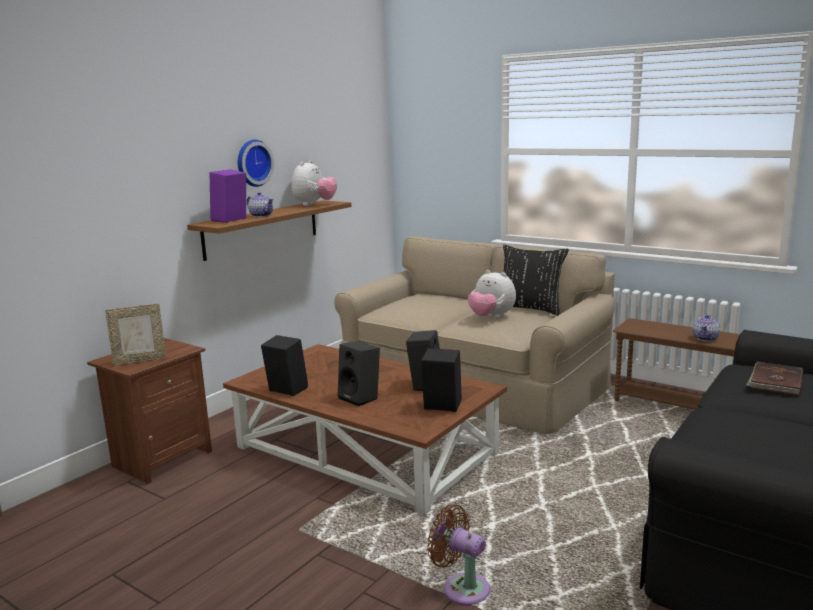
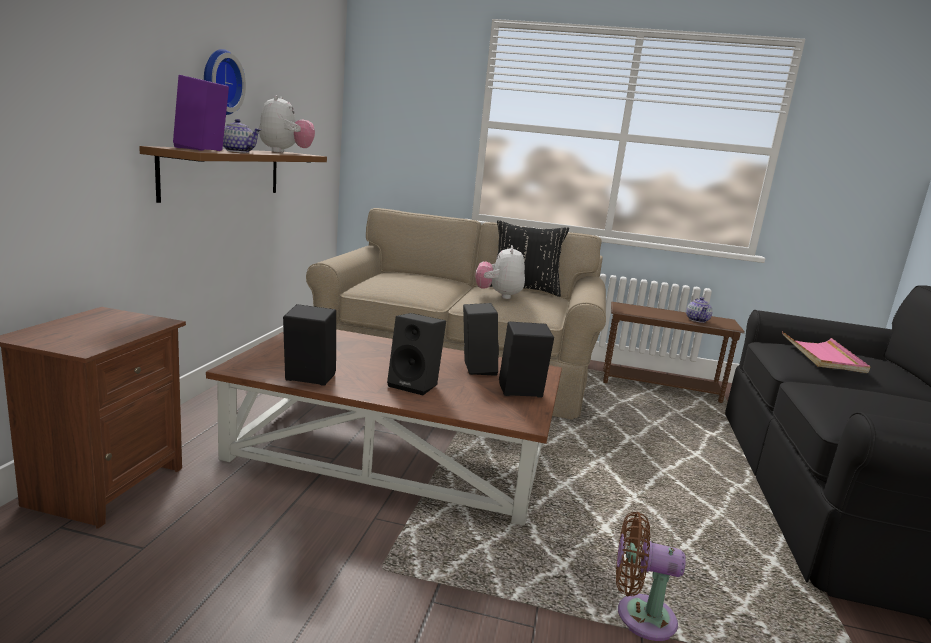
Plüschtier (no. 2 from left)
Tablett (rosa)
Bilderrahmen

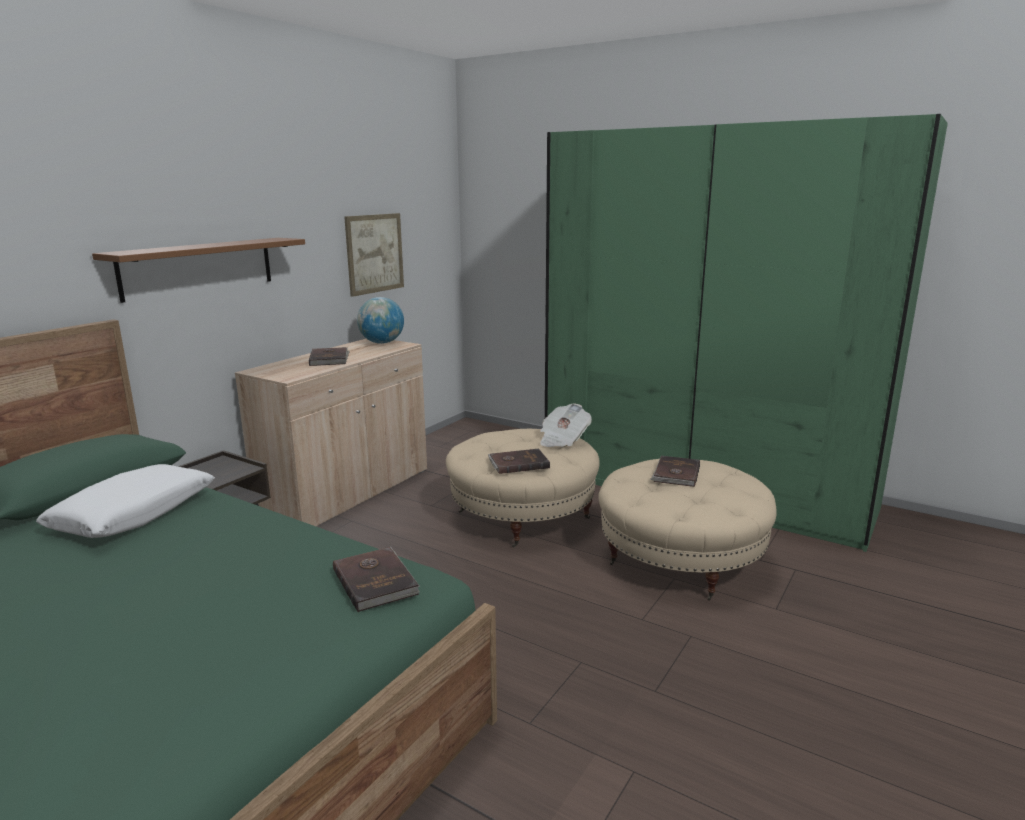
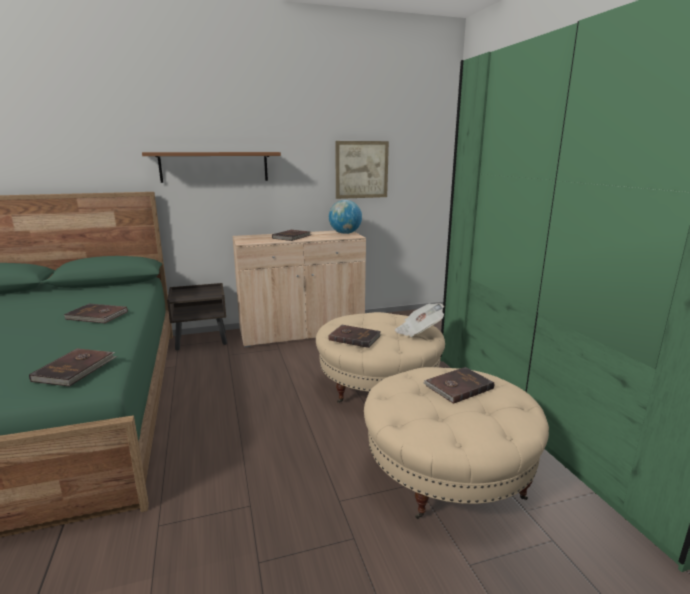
Buch (braun) (no. 2 from left)
Kissen (weiß)

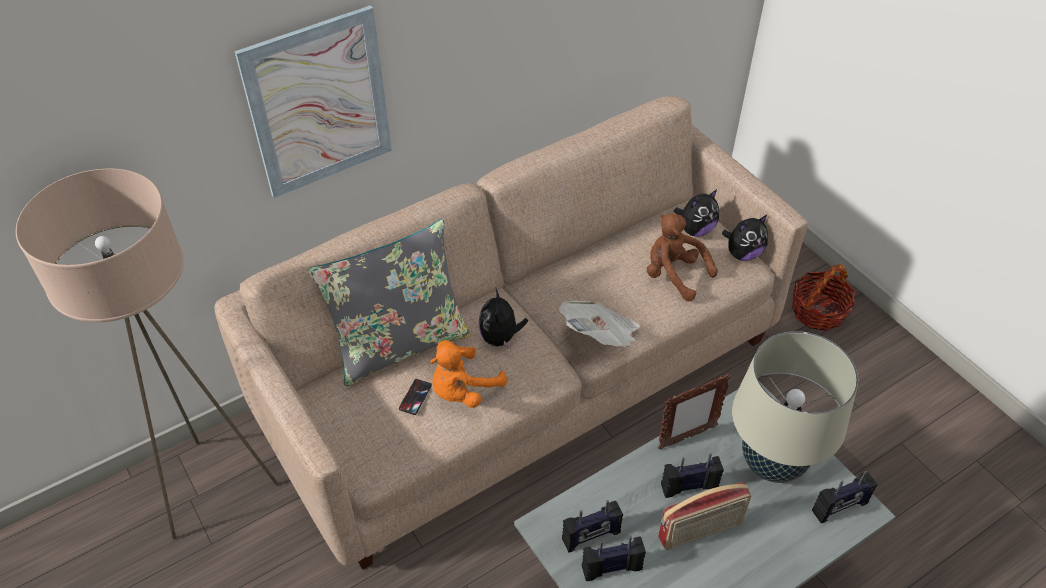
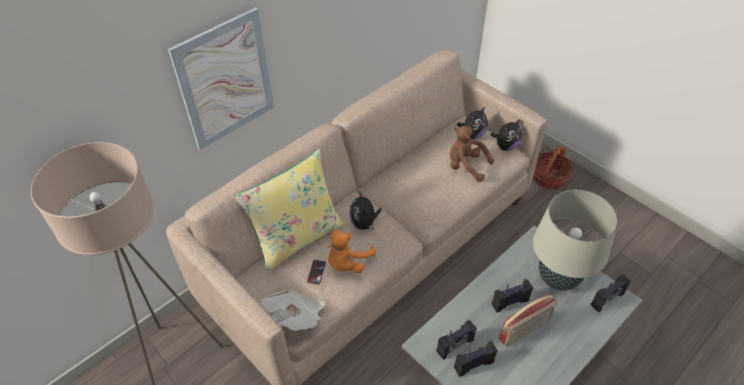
Kissen (gelb)
Zeitung
Bilderrahmen

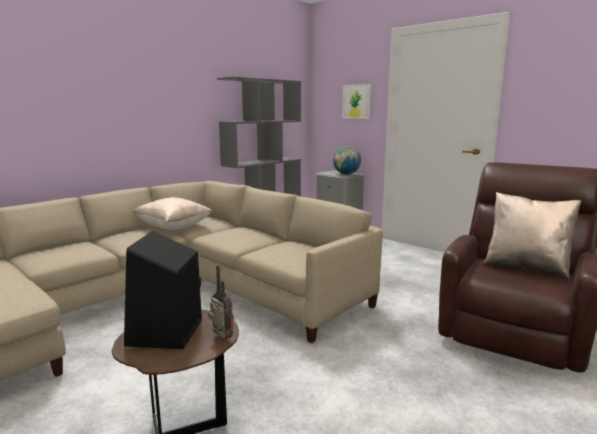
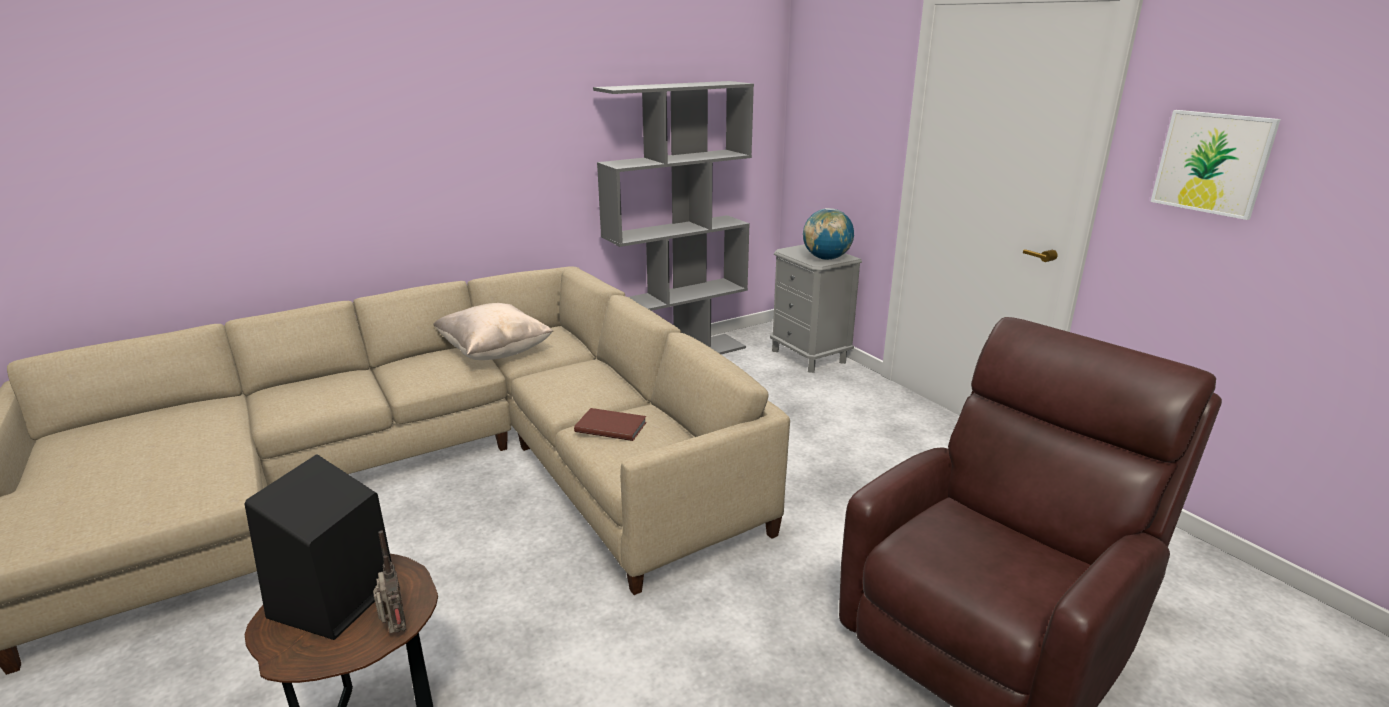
Buch (braun)
Bild
Kissen (beige) (no. 2 from left in the first image)

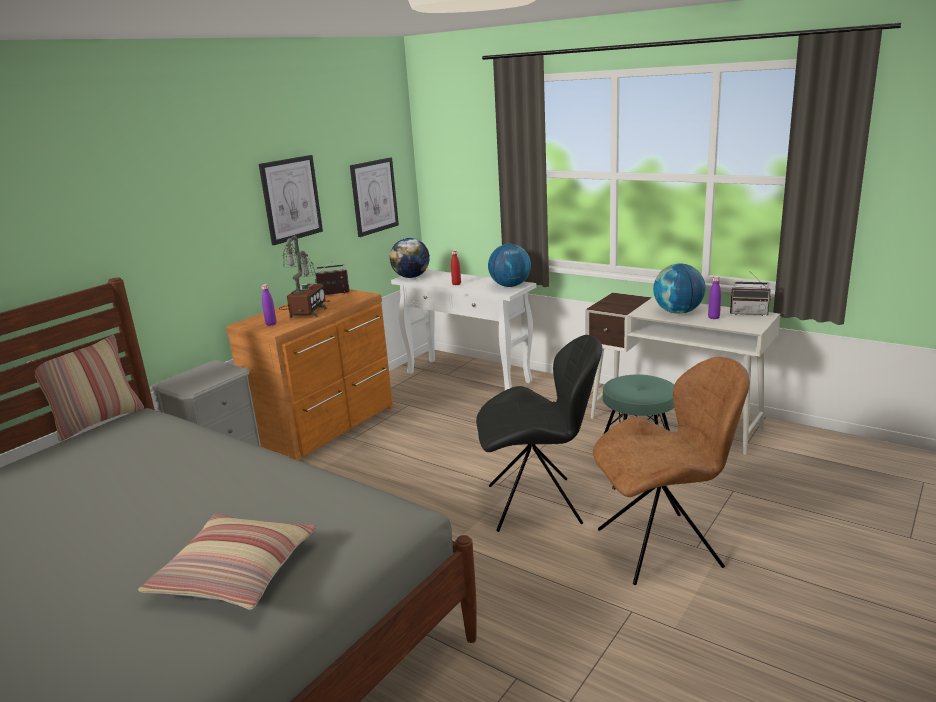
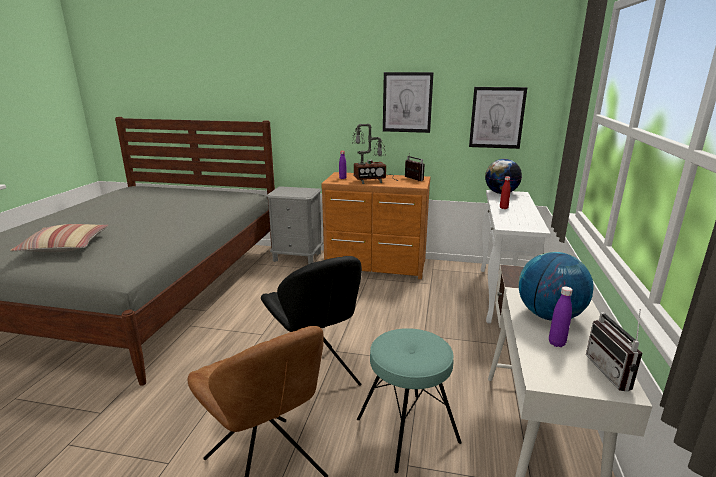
Kissen (no. 1 from left in the first image)
Globus (no. 2 from left in the first image)

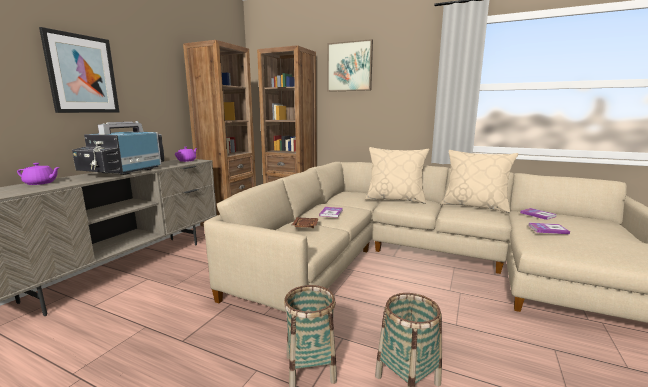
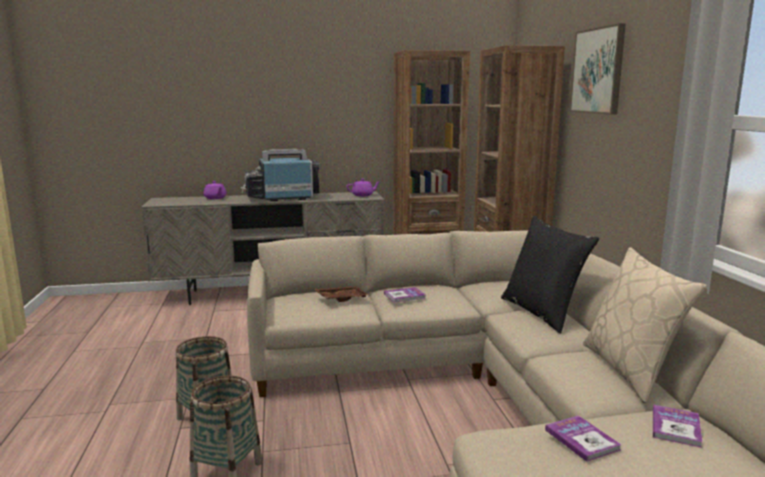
Kissen (schwarz)
Bild (no. 1 from left in the first image)

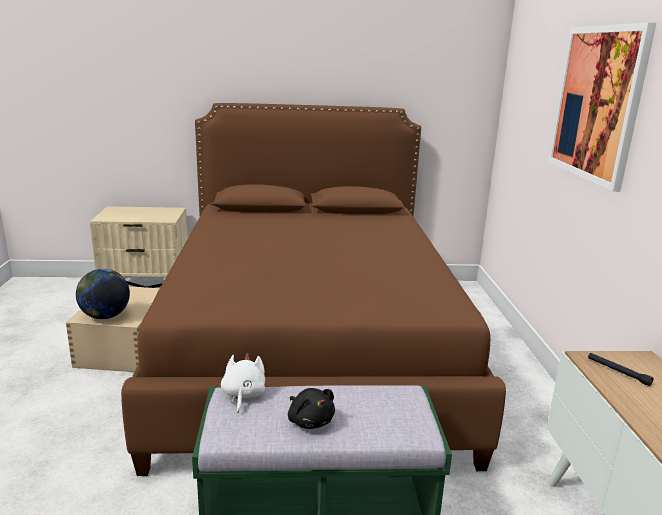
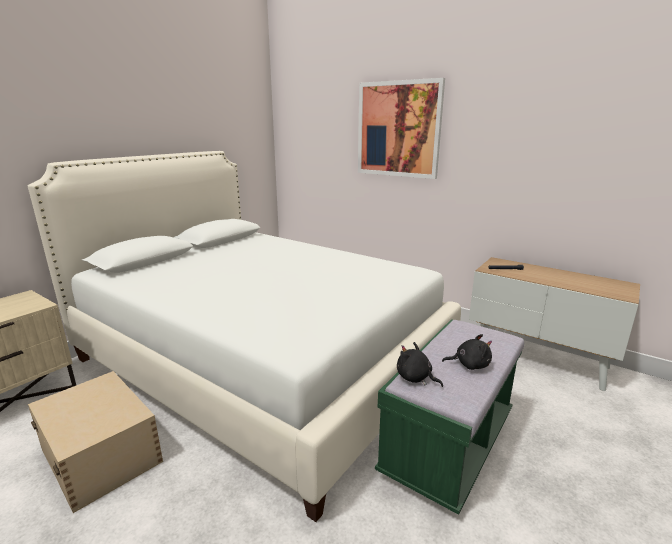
Bett (weiß)
Plüschtier (schwarz) (no. 1 from left)
Globus

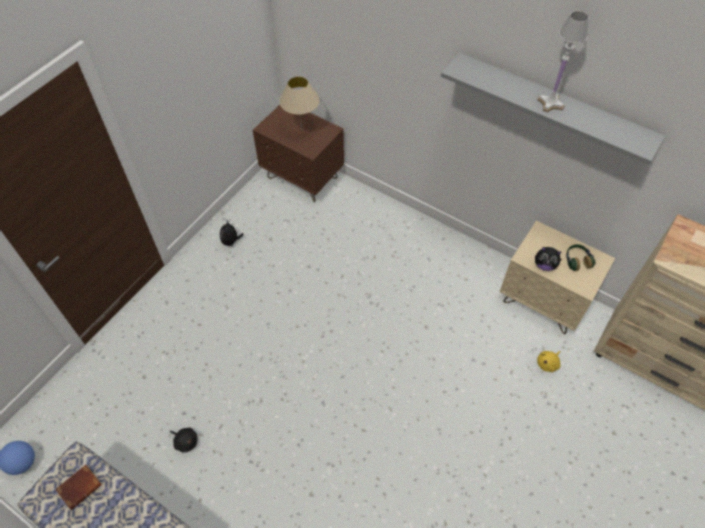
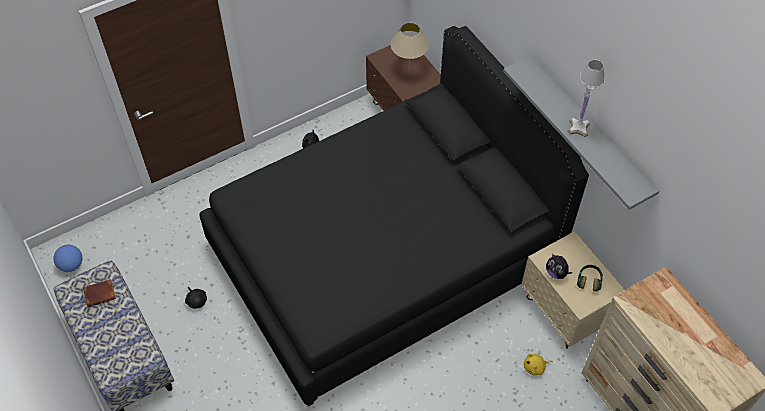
Bett (schwarz)

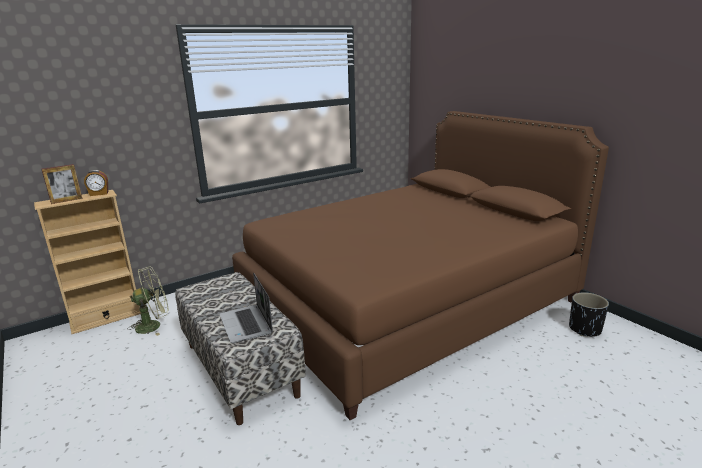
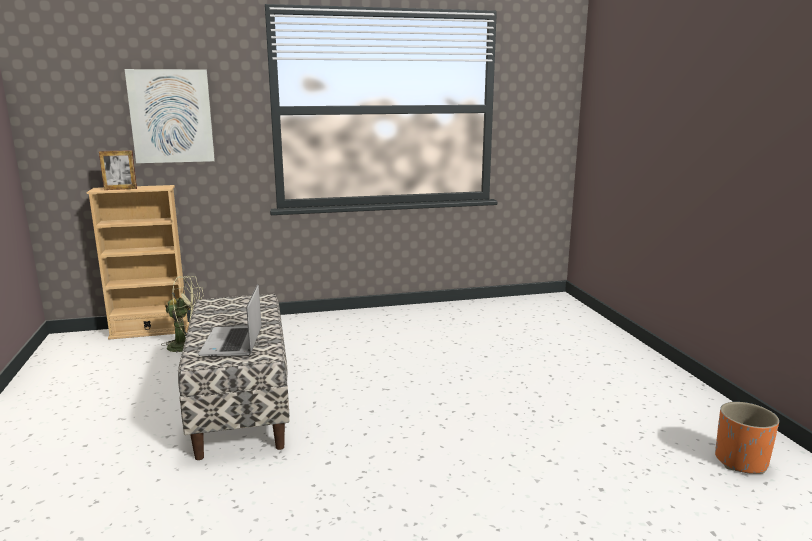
Bild
Pflanzkübel (orange)
Wecker
Bett (braun)

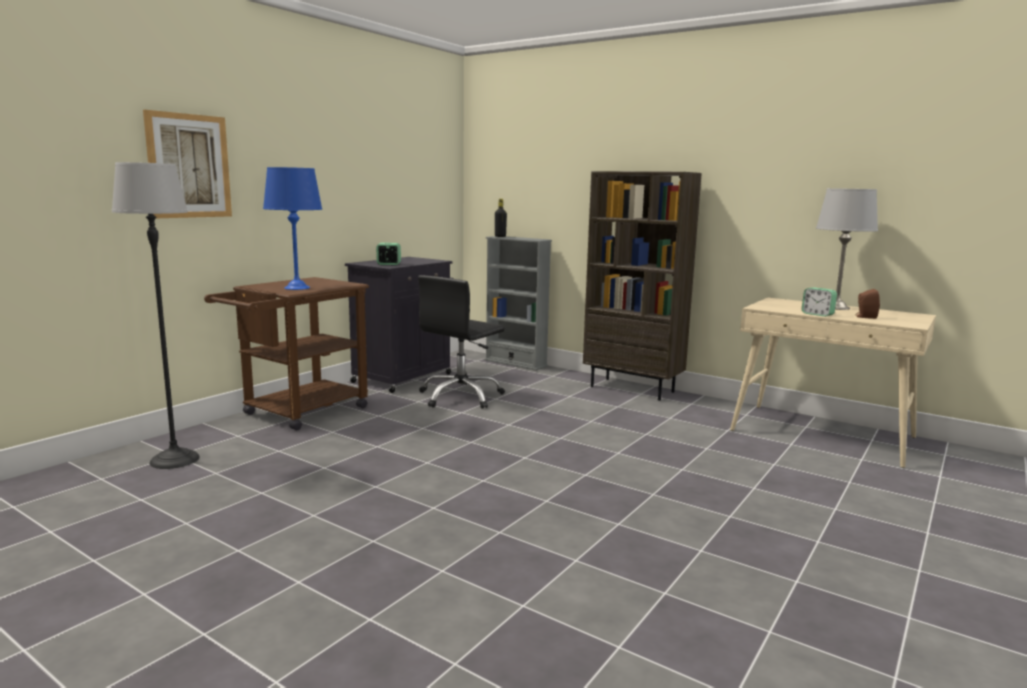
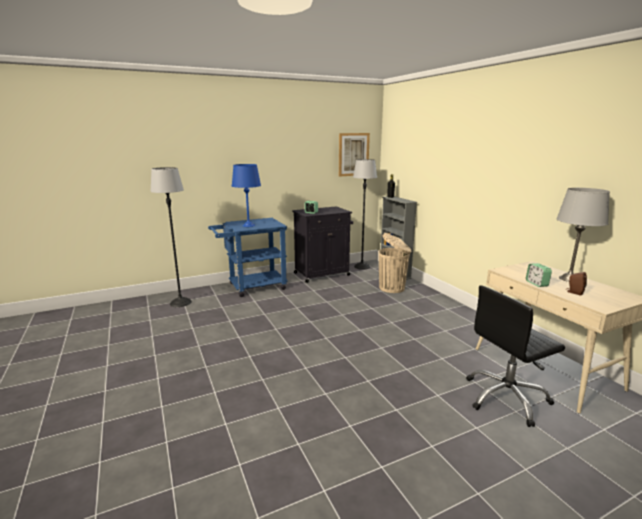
Rollwagen (blau)
Bild
Stehlampe (no. 2 from left)
Mülleimer (beige)
Bürostuhl (schwarz)
Bücherregal (braun)

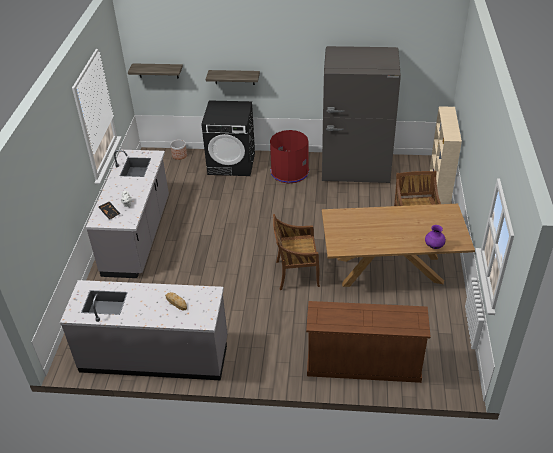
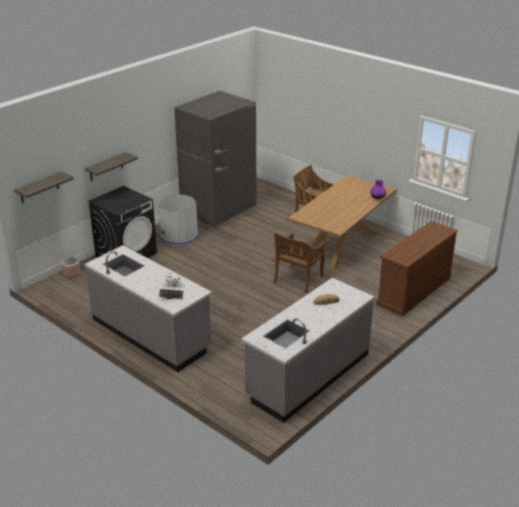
Mülleimer (grau)
Bücherregal (beige)

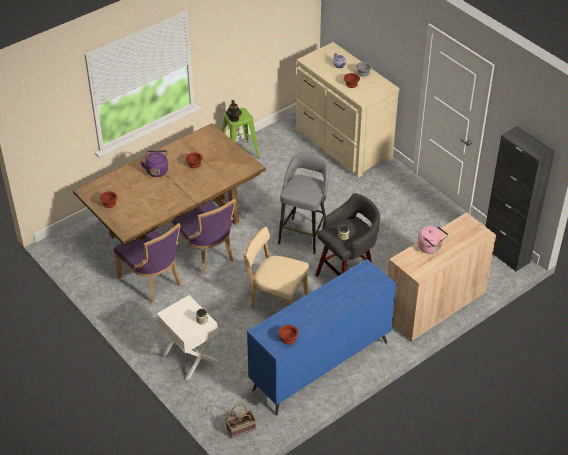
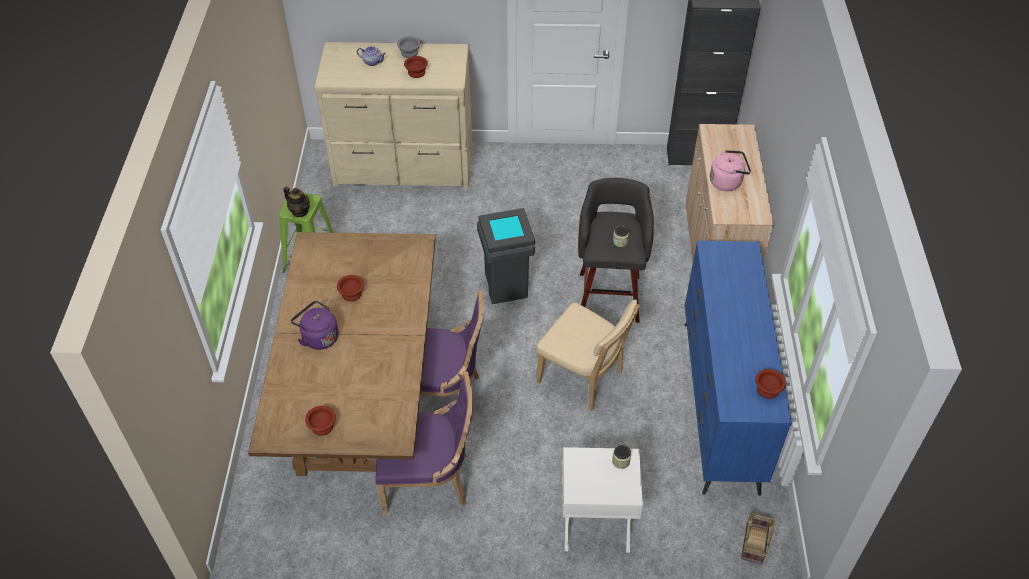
Mülleimer (grau)
Stuhl (beige)

